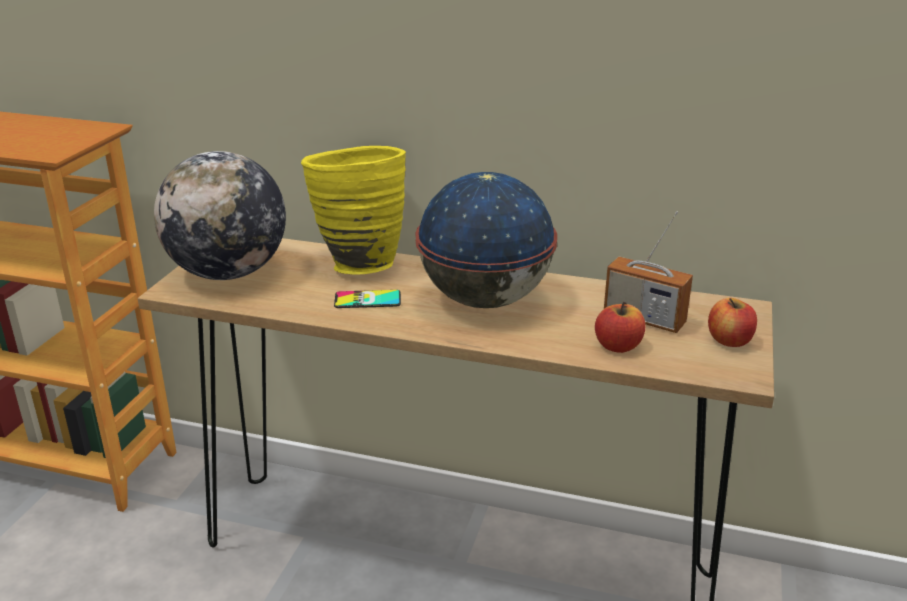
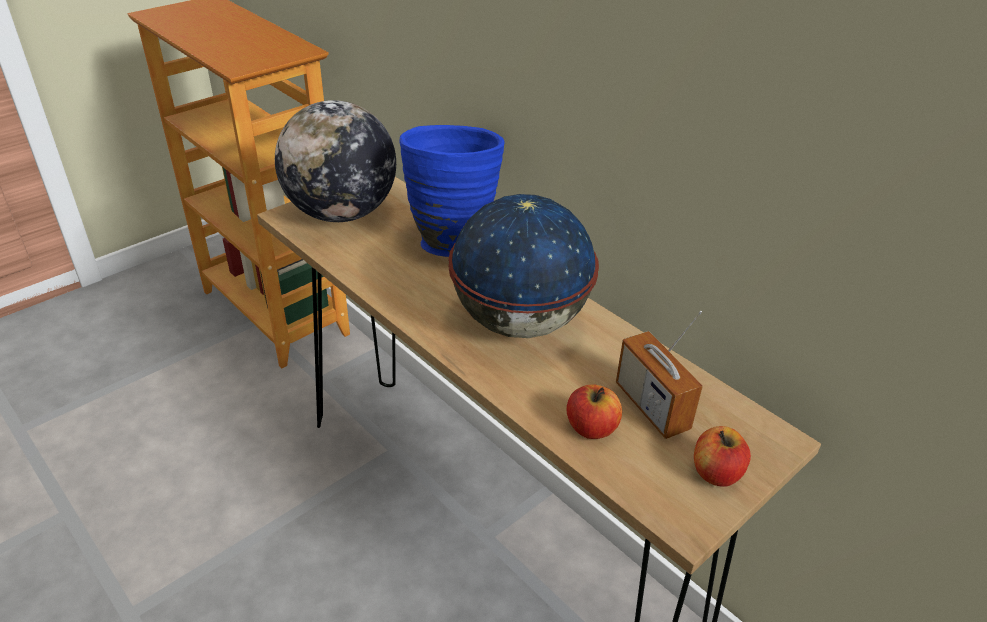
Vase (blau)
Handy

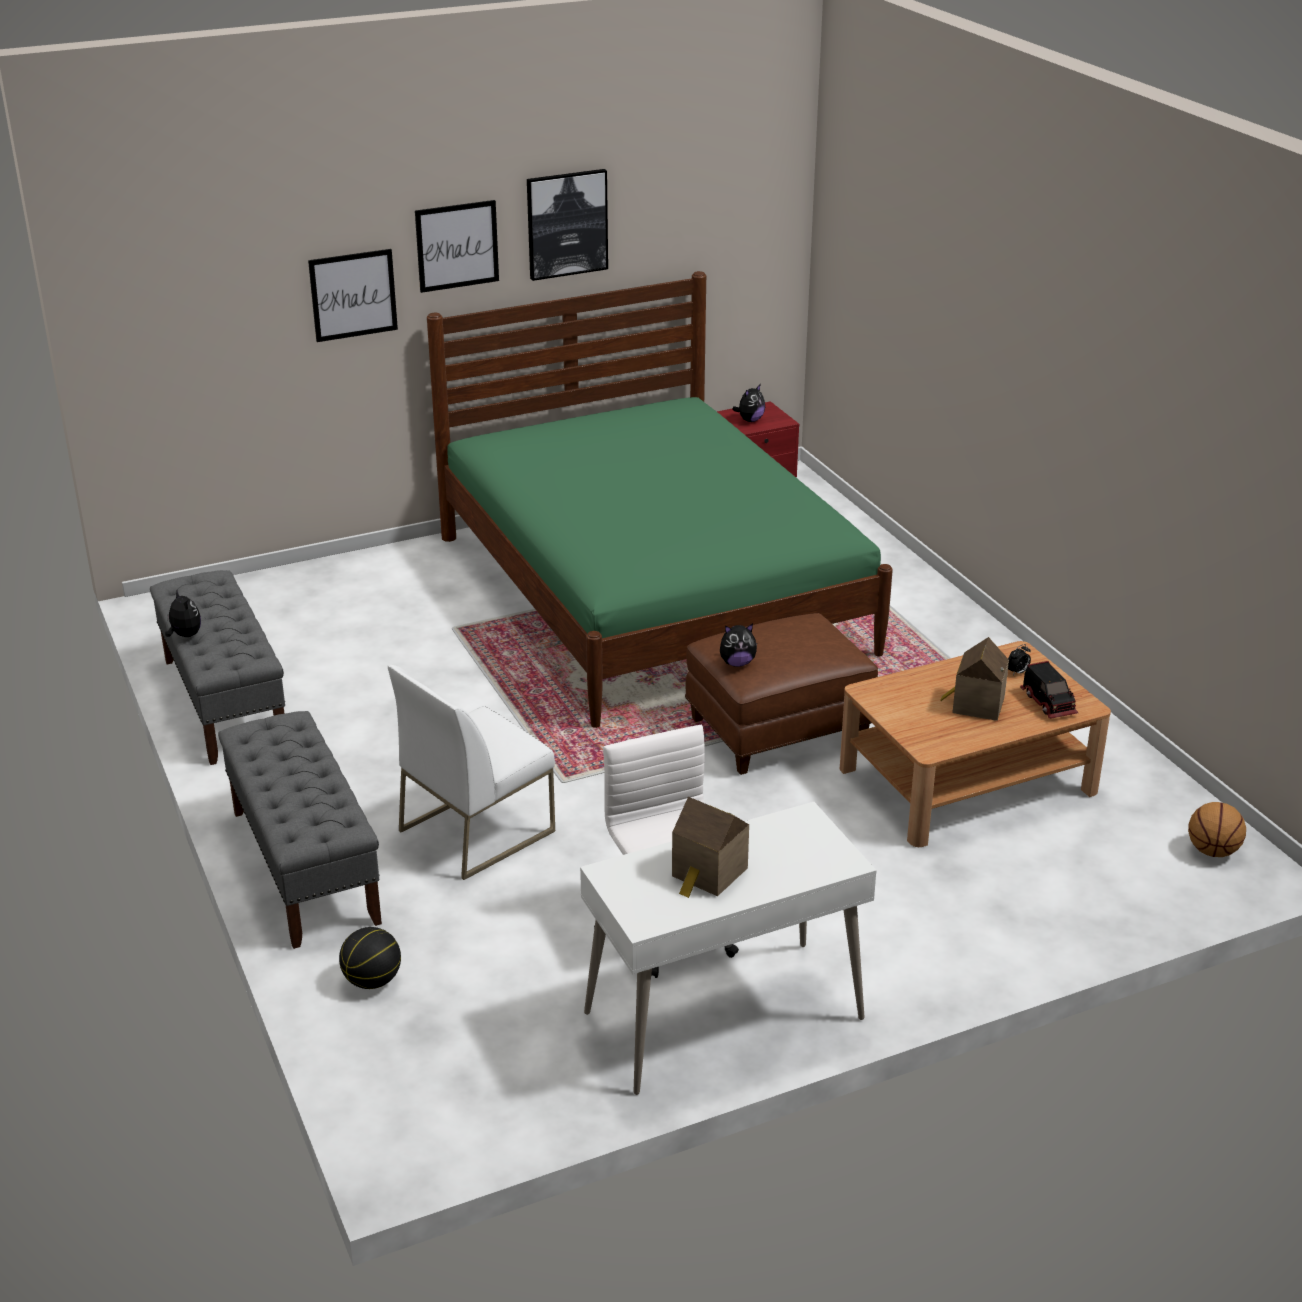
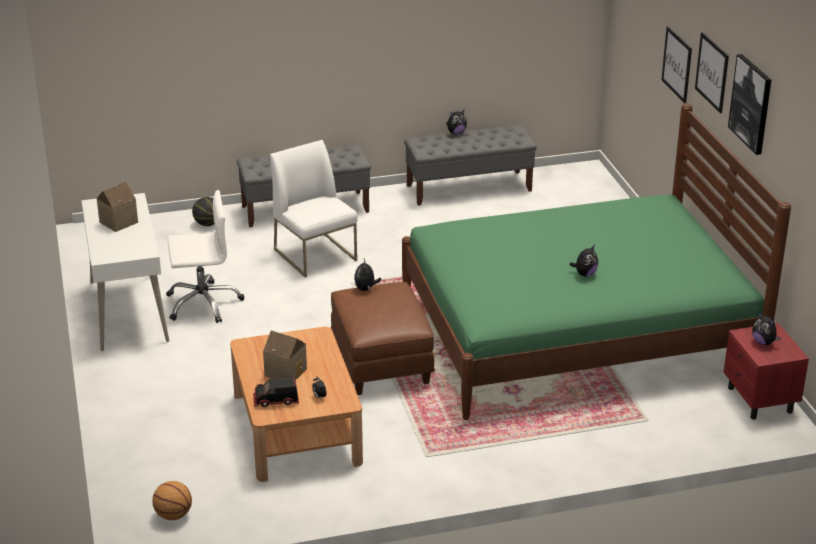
Plüschtier (no. 3 from left)

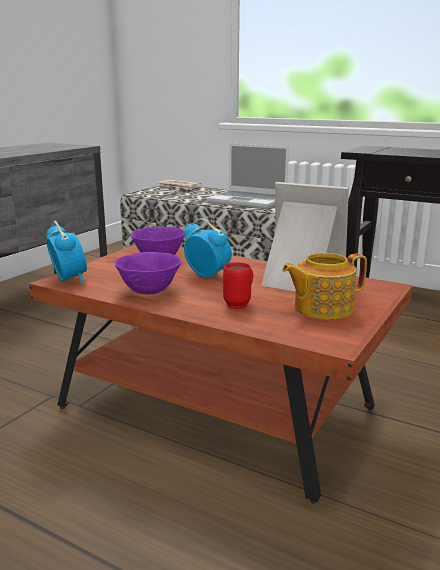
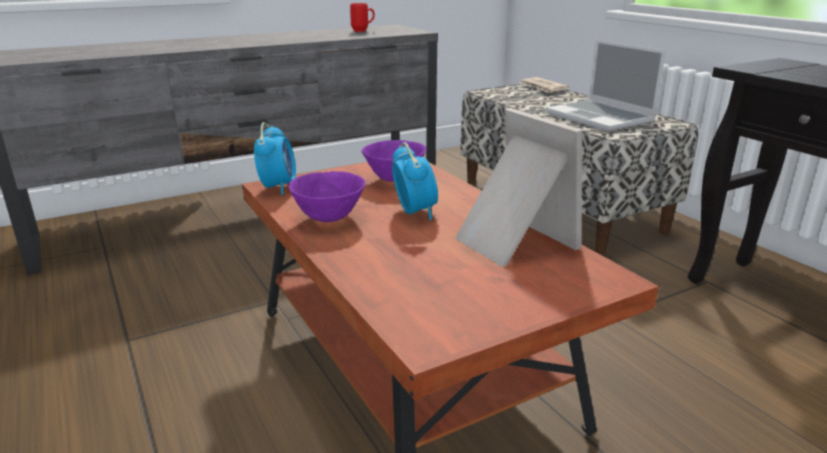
Henkelbecher (rot)
Teekanne

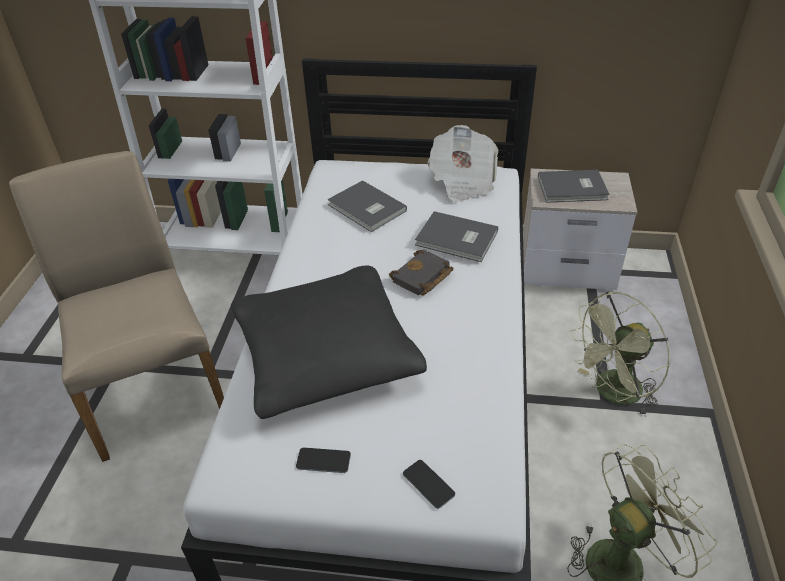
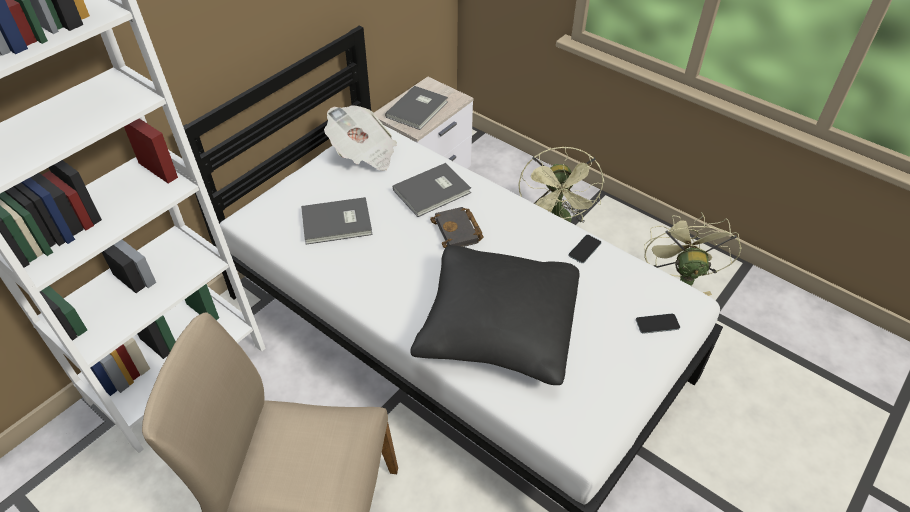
Handy (no. 1 from left)

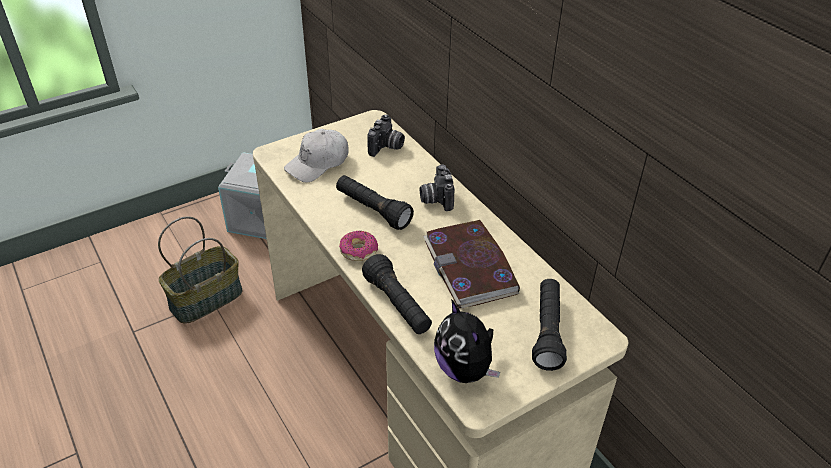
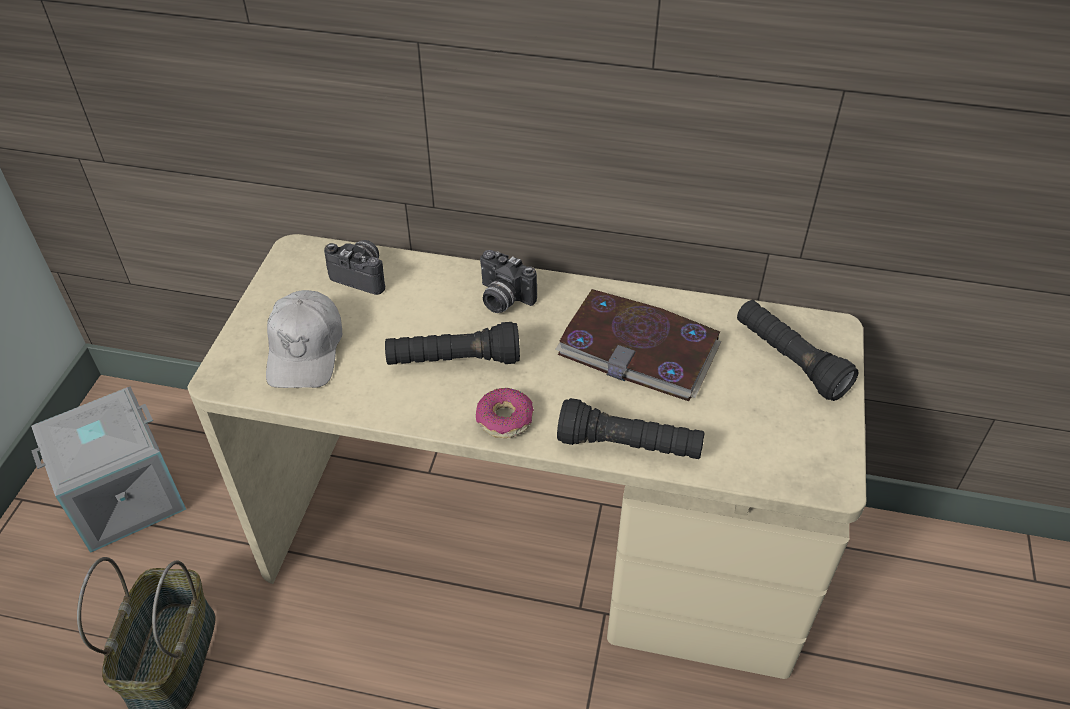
Kamera (no. 1 from left)
Plüschtier

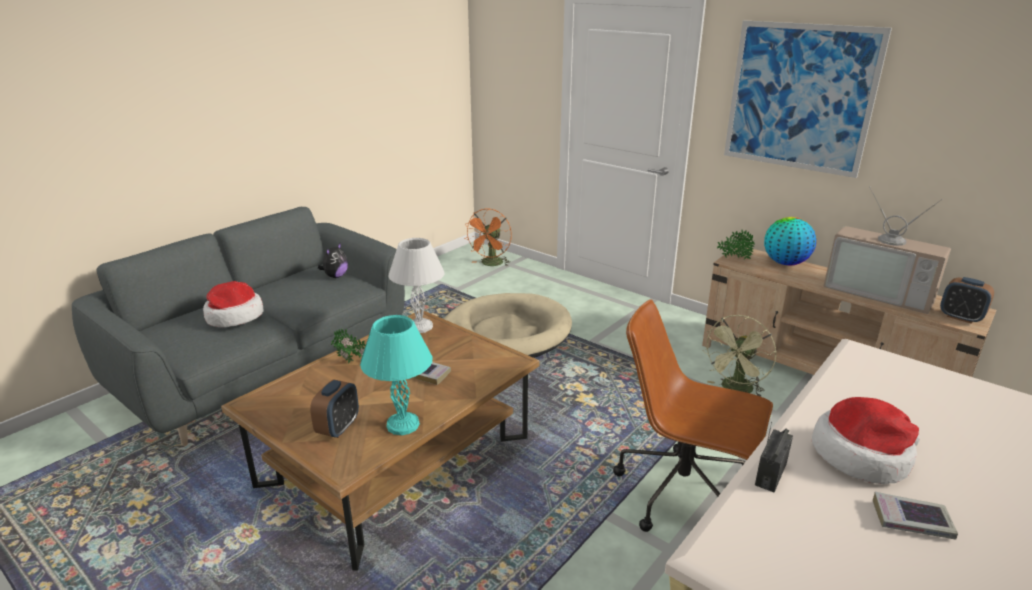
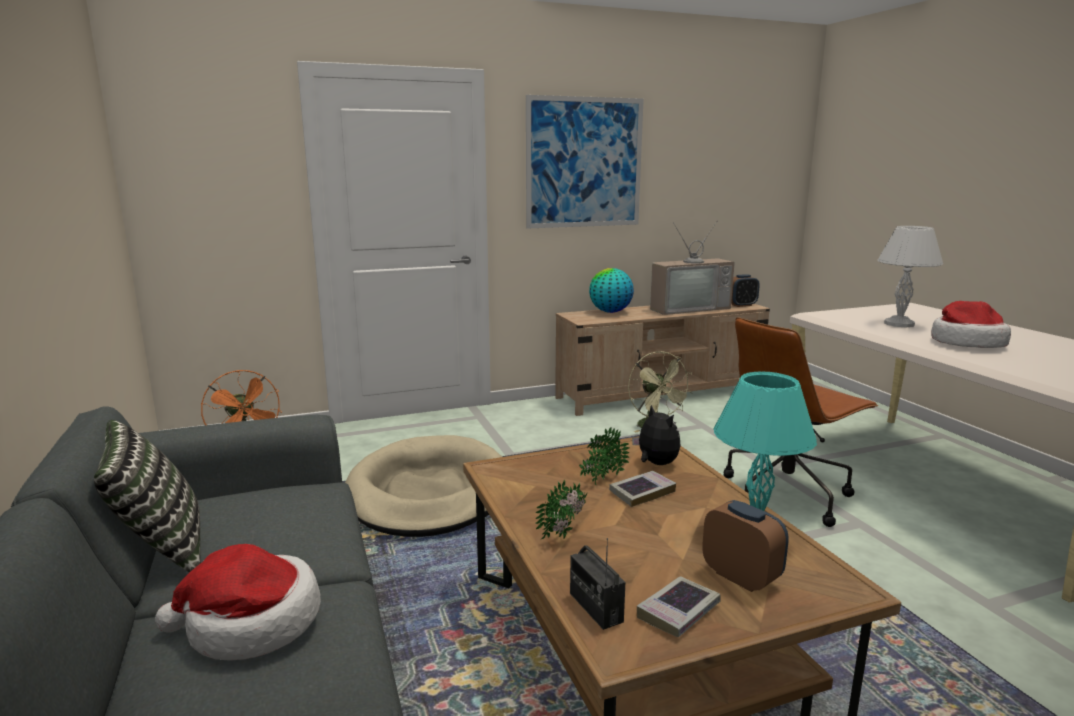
Kissen
Radio
Topfpflanze (no. 2 from left)
Plüschtier
Buch (no. 2 from left)
Tischlampe (weiß)

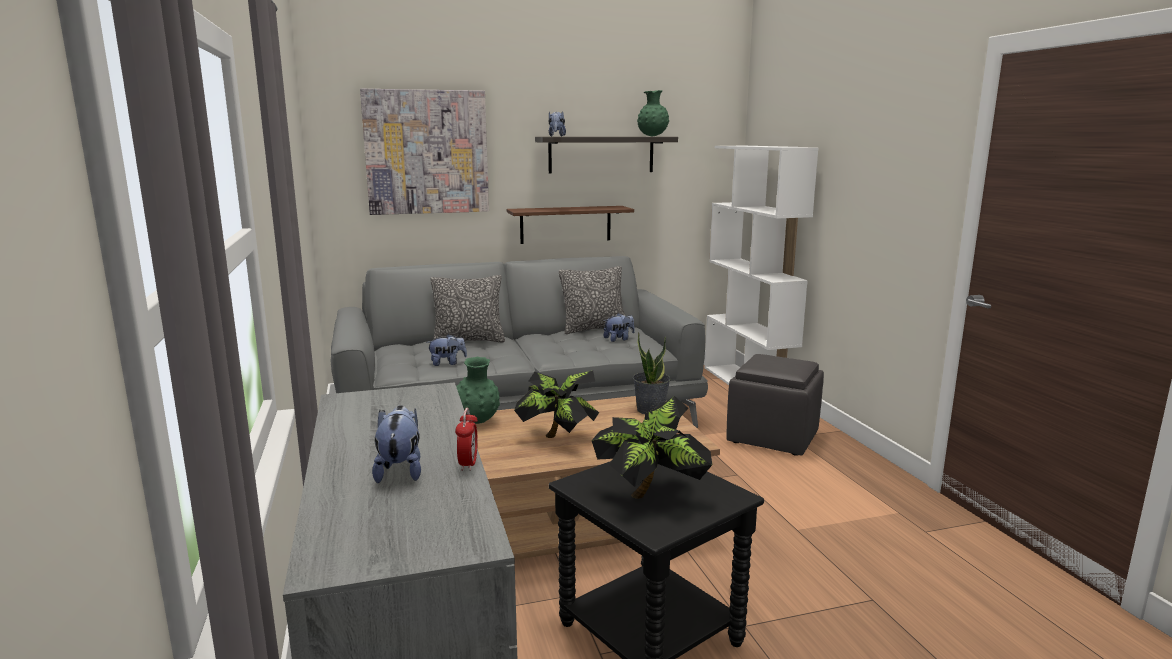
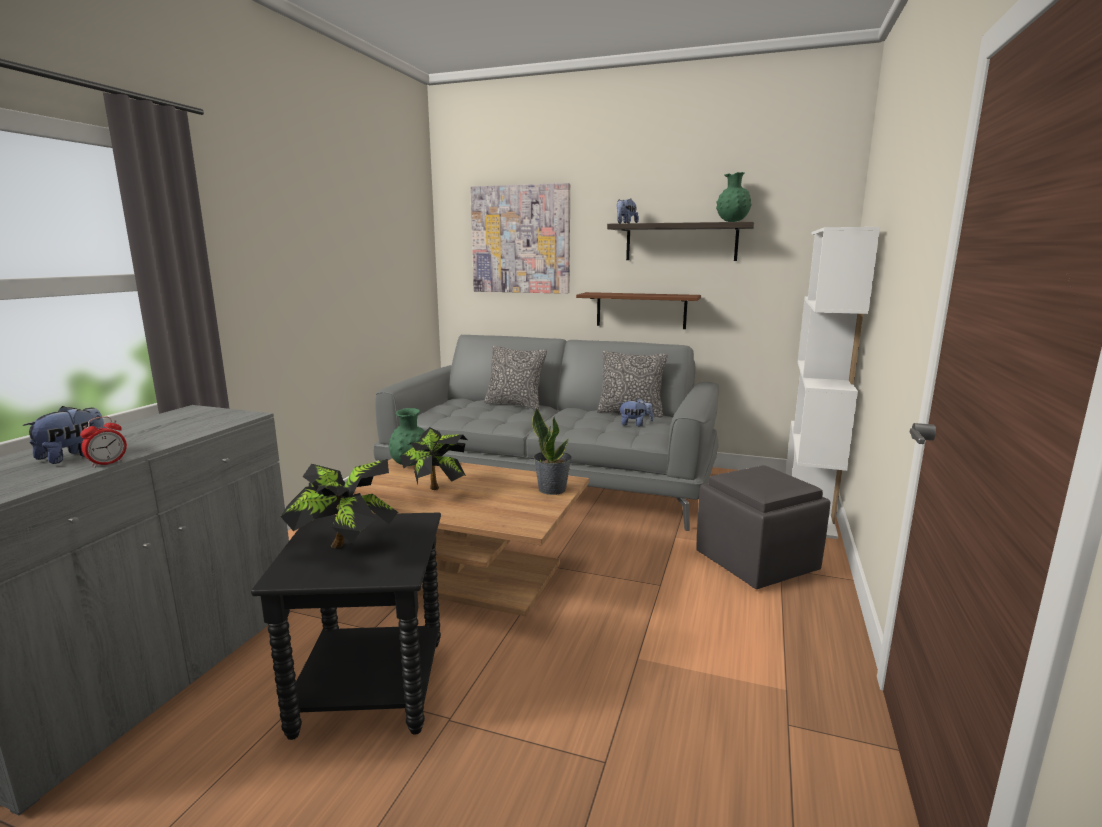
Plüschtier (no. 2 from left in the first image)

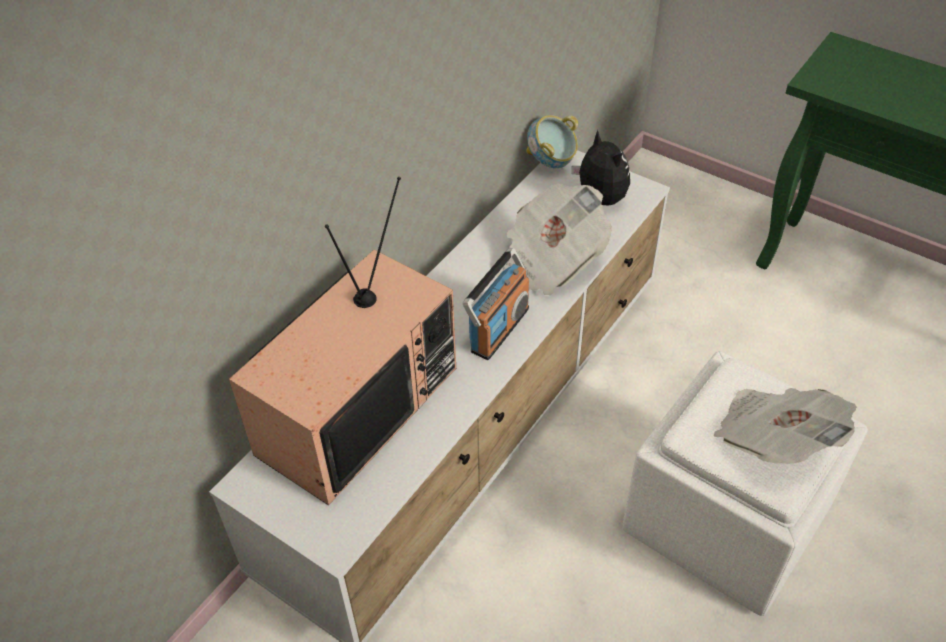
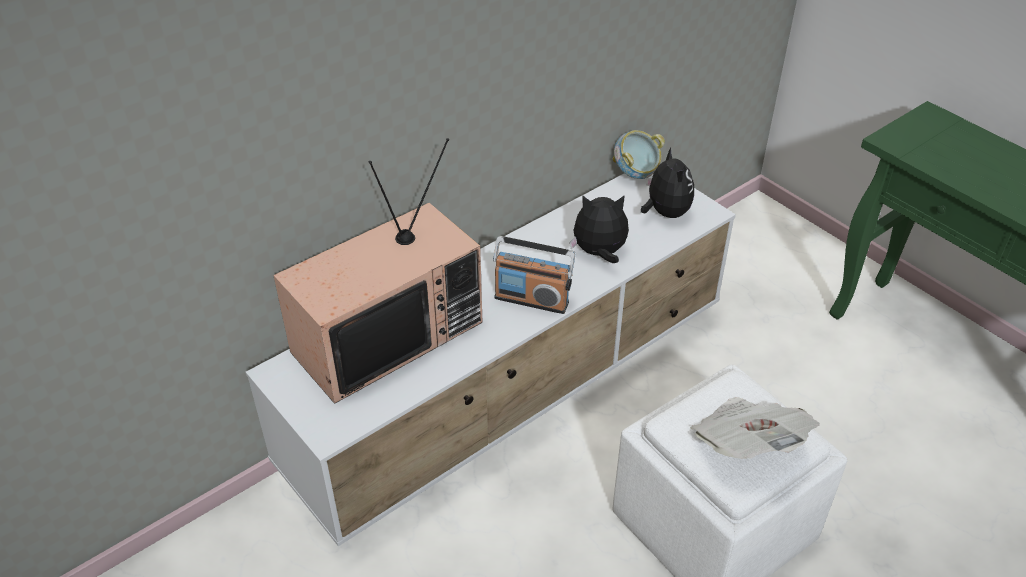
Radio
Plüschtier (no. 1 from left)

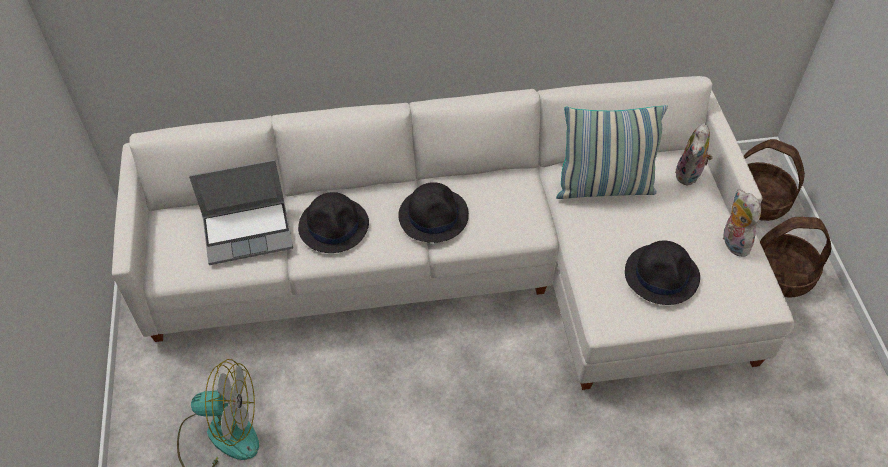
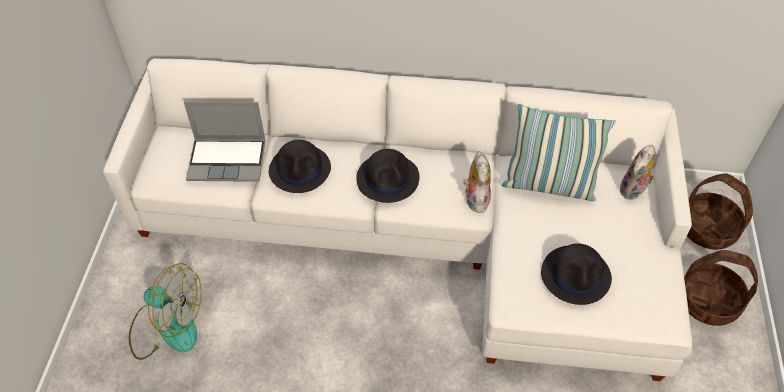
Plüschtier (no. 1 from left)

